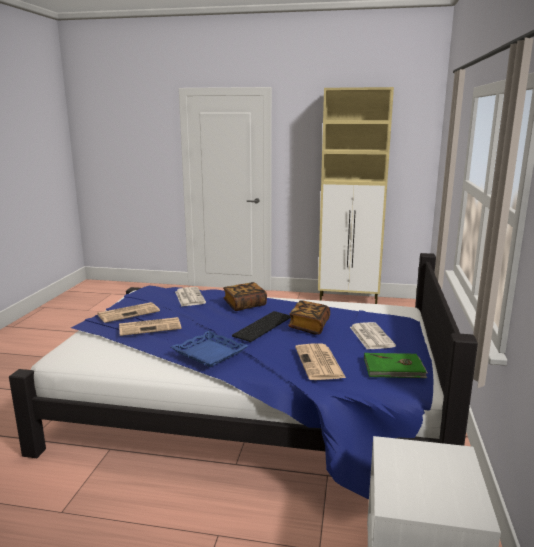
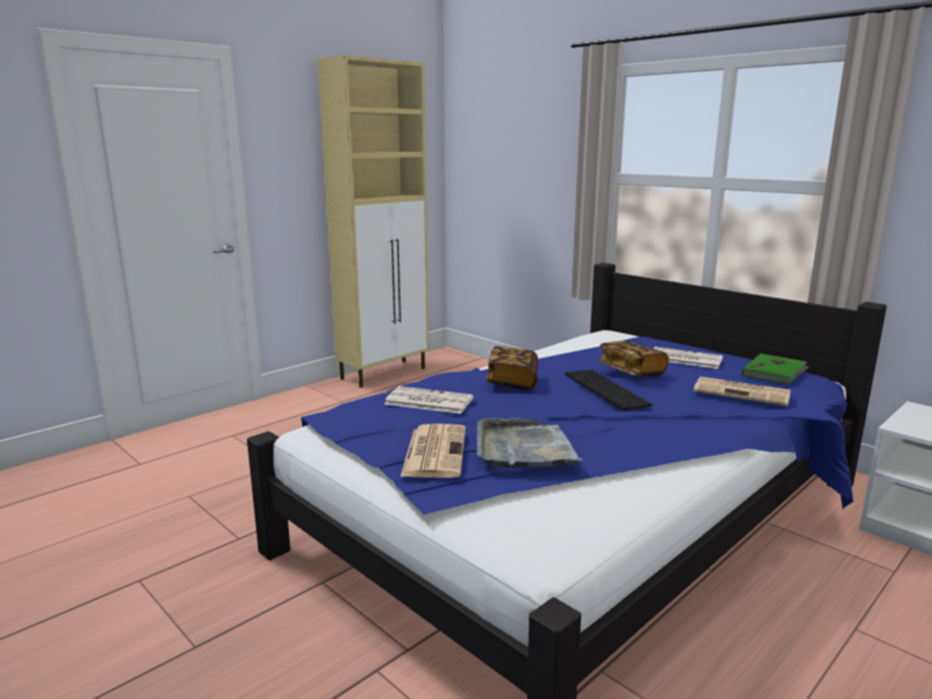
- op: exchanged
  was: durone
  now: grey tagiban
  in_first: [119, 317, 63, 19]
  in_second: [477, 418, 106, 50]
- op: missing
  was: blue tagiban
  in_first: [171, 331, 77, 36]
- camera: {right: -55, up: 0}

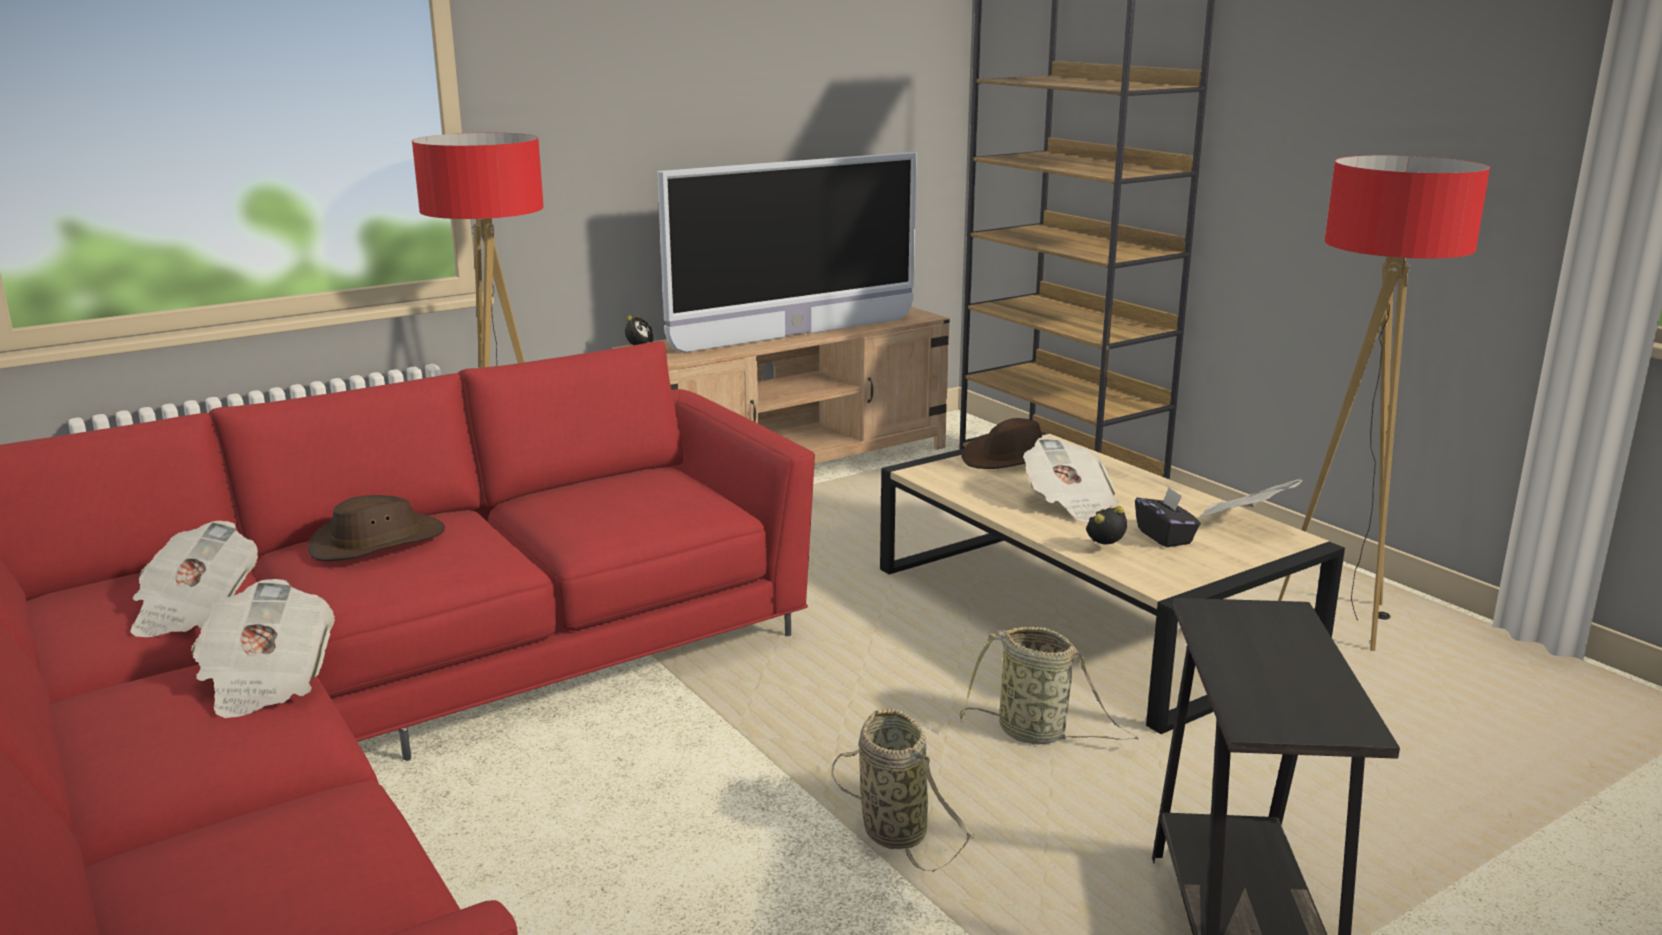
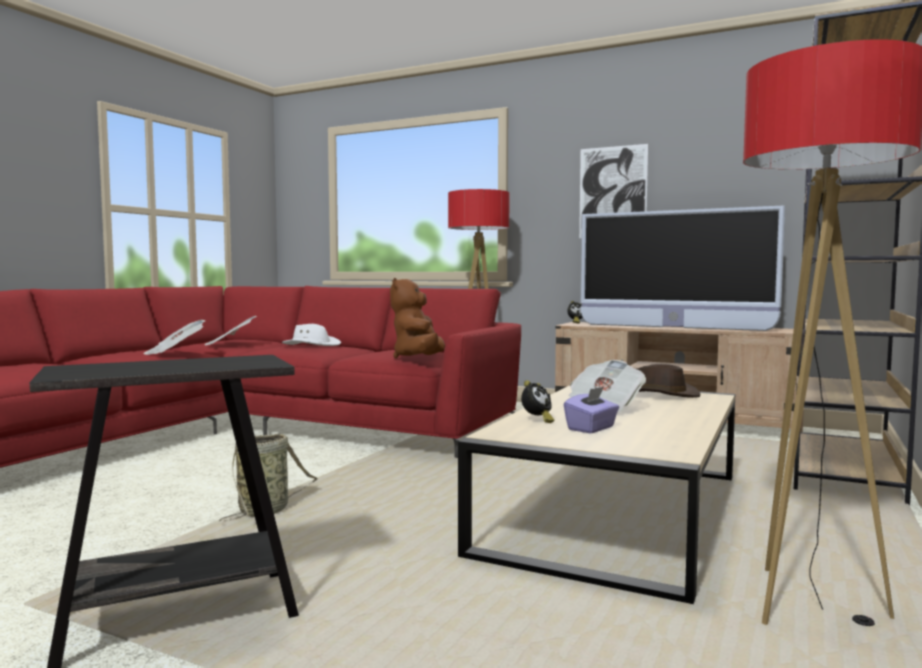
- op: missing
  was: durone
  in_first: [1197, 478, 105, 40]
- op: colour
  was: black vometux
  now: purple vometux
  in_first: [1135, 487, 65, 60]
  in_second: [564, 386, 55, 48]
- op: colour
  was: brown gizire
  now: white gizire
  in_first: [308, 495, 137, 66]
  in_second: [282, 324, 59, 22]
- op: spun
  was: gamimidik
  in_first: [1086, 506, 41, 39]
  in_second: [521, 380, 33, 43]
  clockwise: 90
- op: missing
  was: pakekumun
  in_first: [960, 627, 179, 117]
- op: appeared
  now: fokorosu
  in_second: [579, 144, 69, 94]
- op: appeared
  now: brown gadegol
  in_second: [390, 278, 55, 80]
- camera: {right: 60, up: -15}

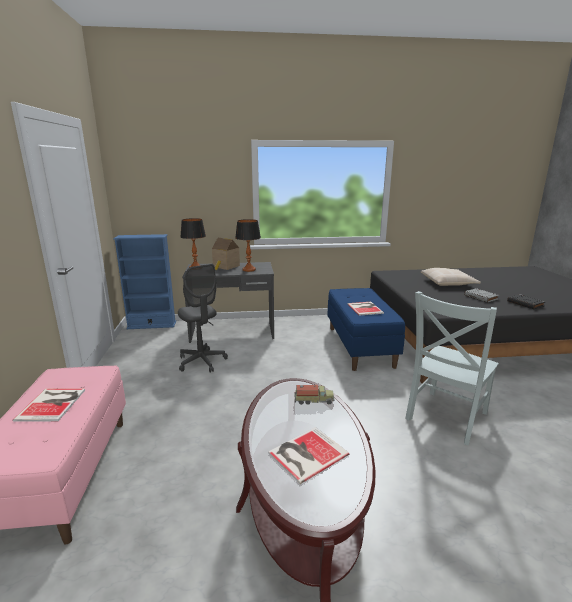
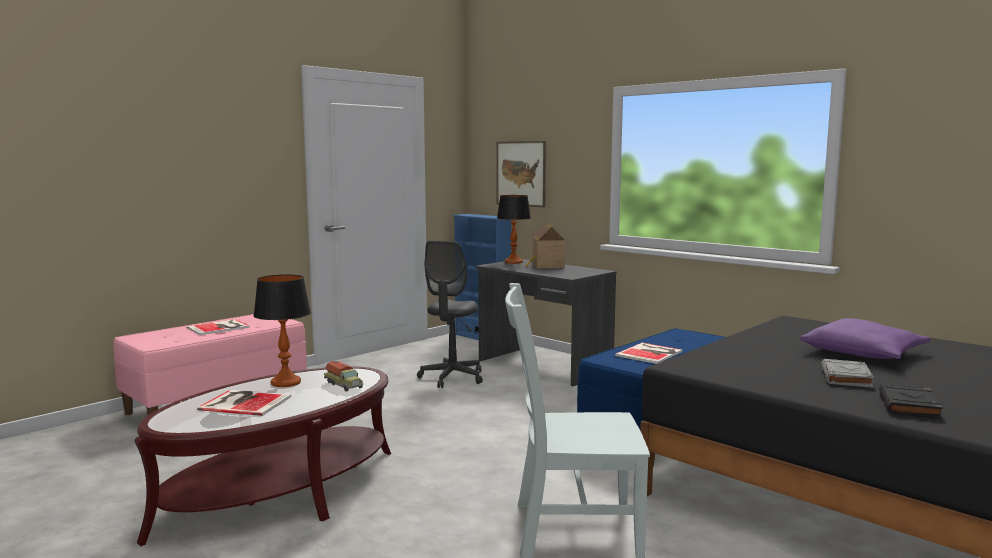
- op: relocated
  was: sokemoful
  in_first: [235, 219, 26, 53]
  in_second: [254, 274, 57, 113]
- op: colour
  was: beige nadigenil
  now: purple nadigenil
  in_first: [421, 268, 60, 18]
  in_second: [800, 318, 130, 41]
- op: appeared
  now: fokorosu
  in_second: [497, 141, 49, 66]
- camera: {right: 50, up: -10}

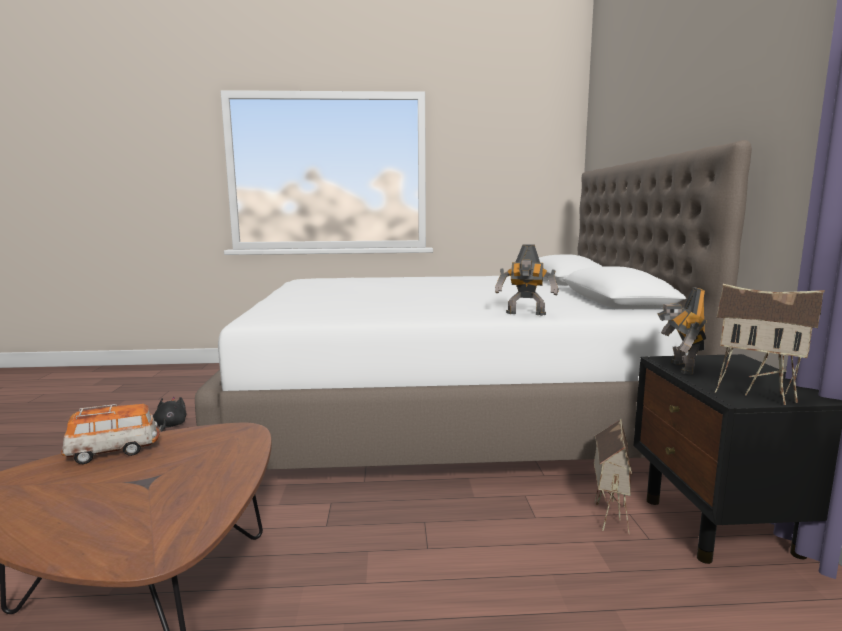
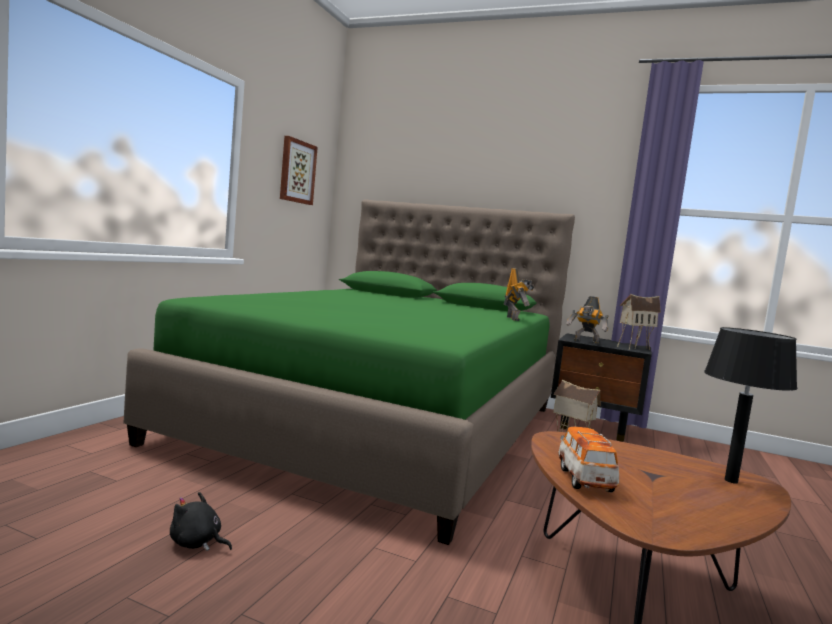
- op: colour
  was: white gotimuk
  now: green gotimuk
  in_first: [195, 140, 557, 330]
  in_second: [123, 199, 452, 346]
- op: spun
  was: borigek
  in_first: [495, 244, 64, 72]
  in_second: [504, 268, 30, 53]
  clockwise: -45
- op: appeared
  now: fokorosu
  in_second: [280, 136, 38, 69]
- op: appeared
  now: black sokemoful
  in_second: [704, 327, 94, 157]
- camera: {right: -65, up: -5}

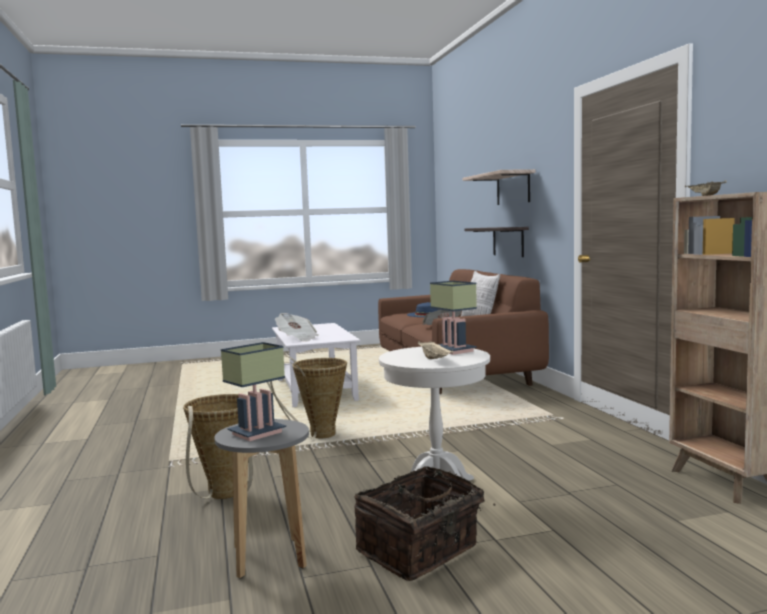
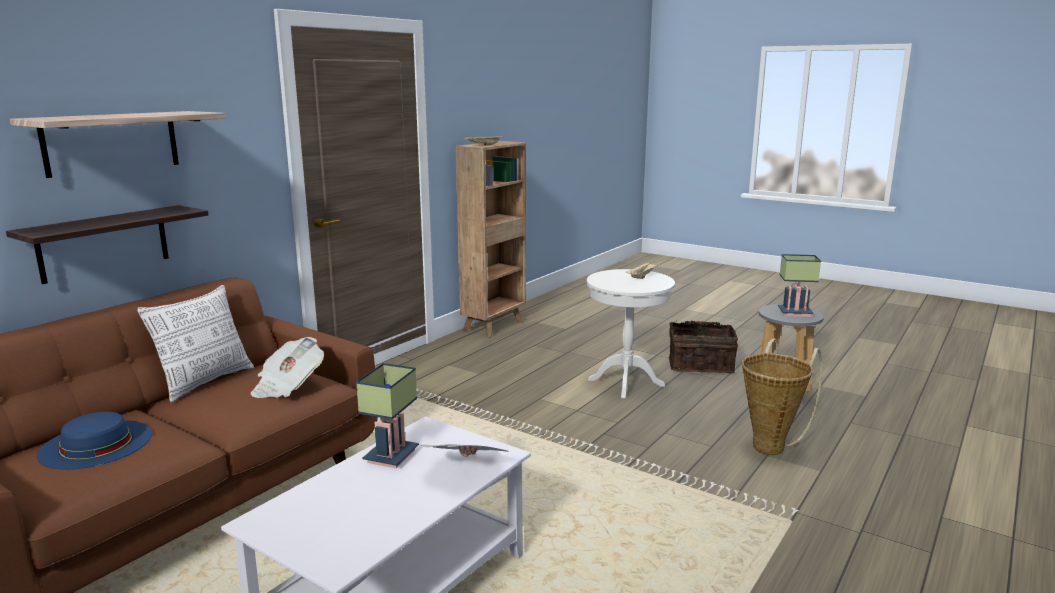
- op: relocated
  was: sokemoful
  in_first: [430, 281, 47, 74]
  in_second: [356, 363, 63, 105]
- op: missing
  was: pakekumun
  in_first: [267, 355, 80, 84]
- camera: {right: -130, up: 10}

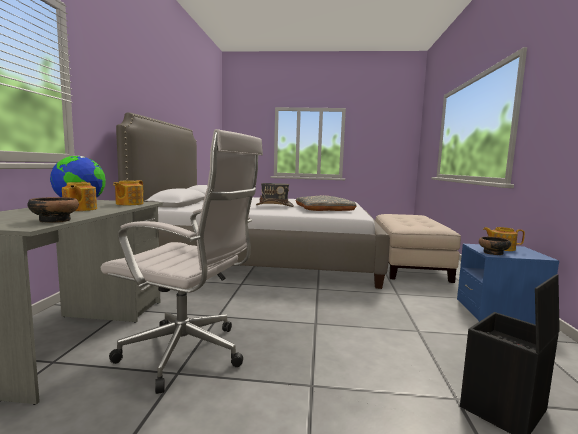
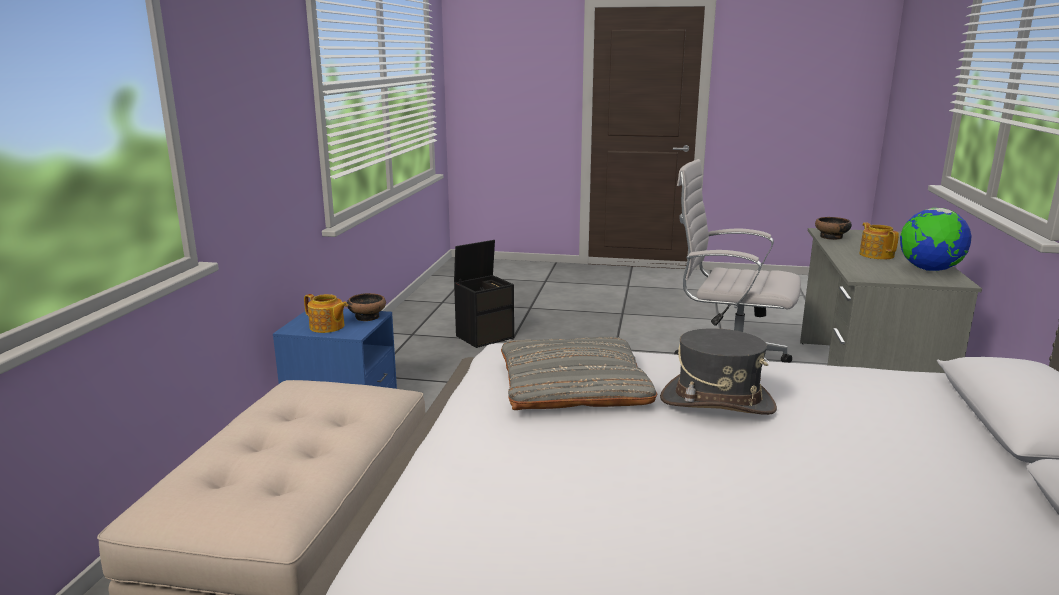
- op: missing
  was: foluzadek
  in_first: [113, 180, 31, 25]
- camera: {right: -175, up: 10}

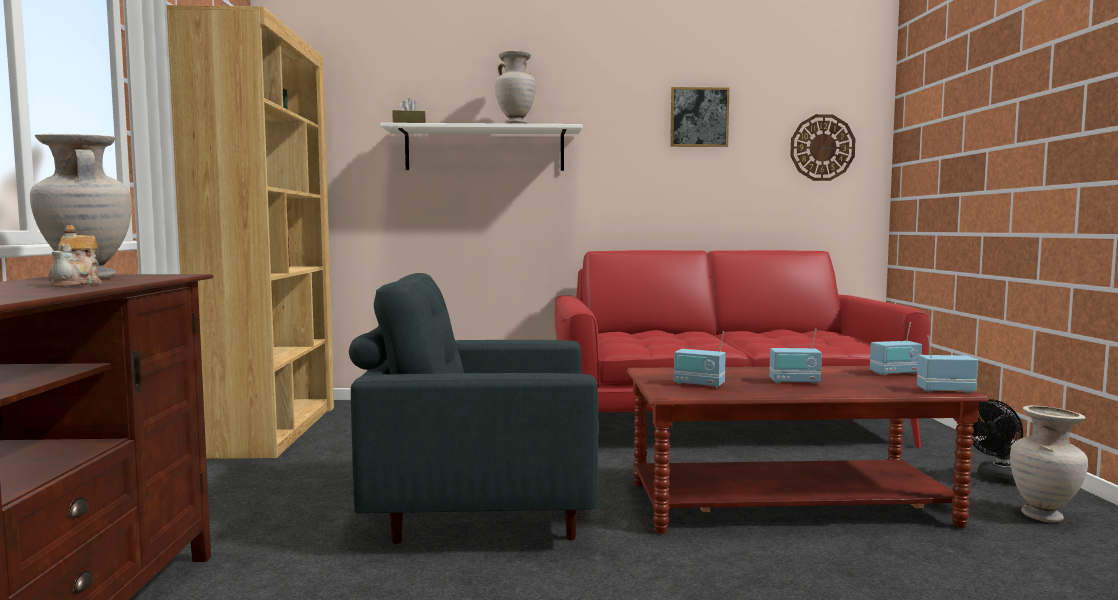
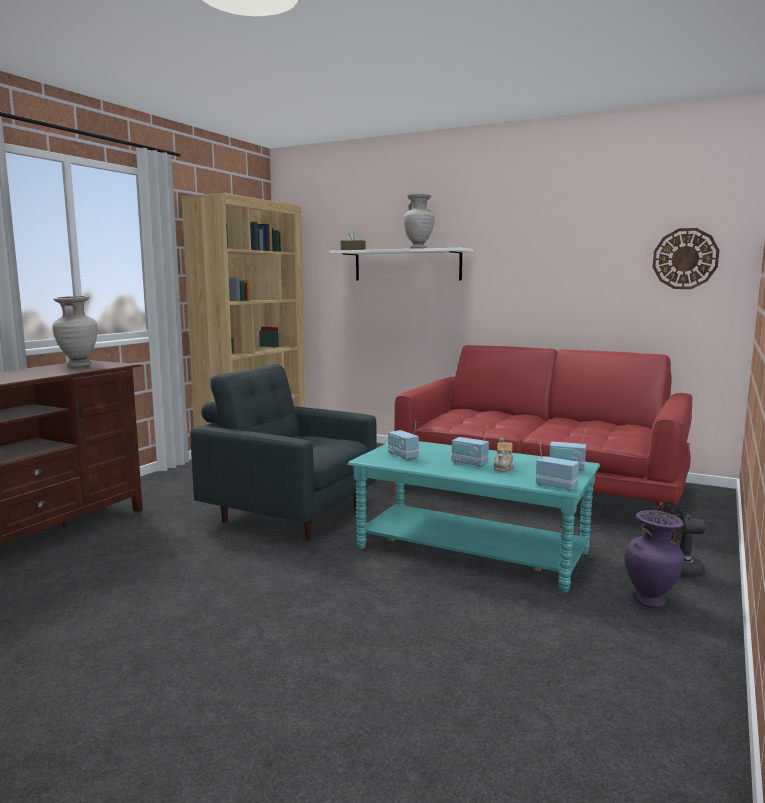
- op: missing
  was: fokorosu
  in_first: [670, 87, 60, 60]
- op: relocated
  was: foluzadek
  in_first: [48, 225, 54, 62]
  in_second: [494, 437, 20, 35]
- op: colour
  was: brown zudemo
  now: turquoise zudemo
  in_first: [627, 366, 361, 168]
  in_second: [348, 441, 252, 151]
- op: colour
  was: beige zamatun
  now: purple zamatun
  in_first: [1010, 405, 78, 117]
  in_second: [625, 510, 59, 98]
- camera: {right: 30, up: 5}

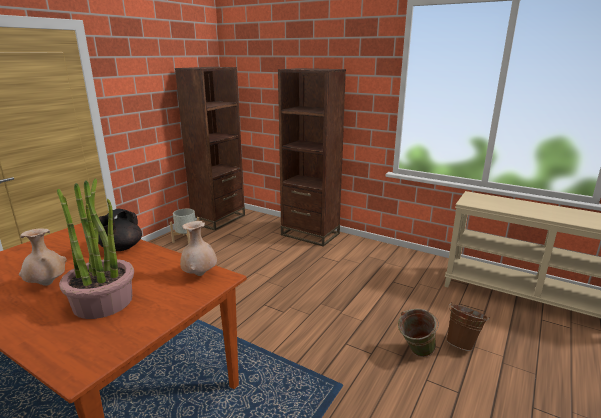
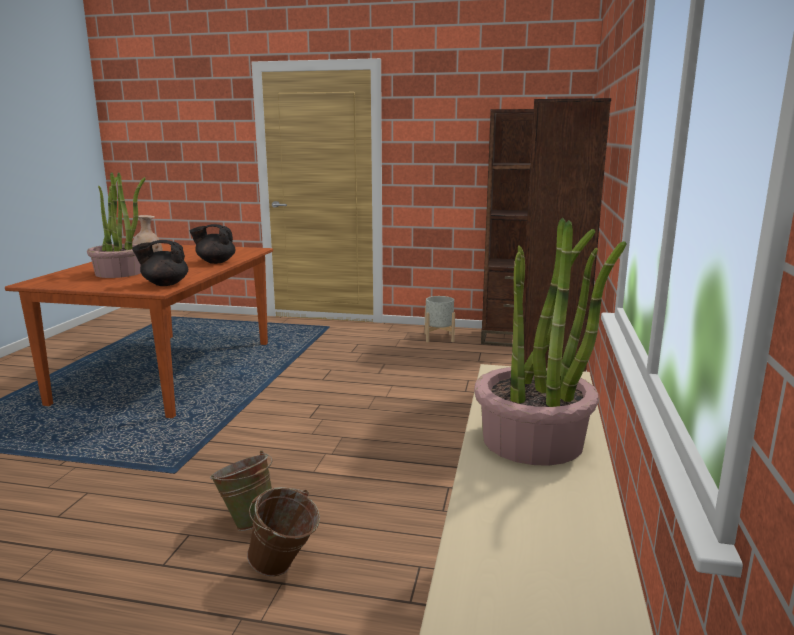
- op: exchanged
  was: beige zamatun
  now: black foluzadek
  in_first: [180, 221, 37, 55]
  in_second: [132, 240, 56, 46]
- op: appeared
  now: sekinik
  in_second: [474, 218, 153, 248]
- camera: {right: 70, up: -5}

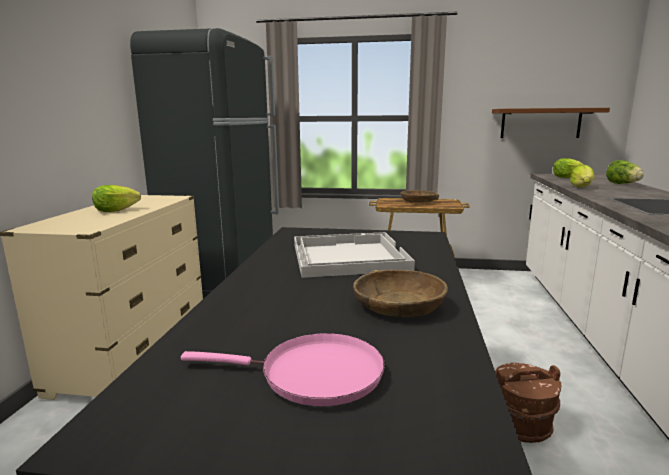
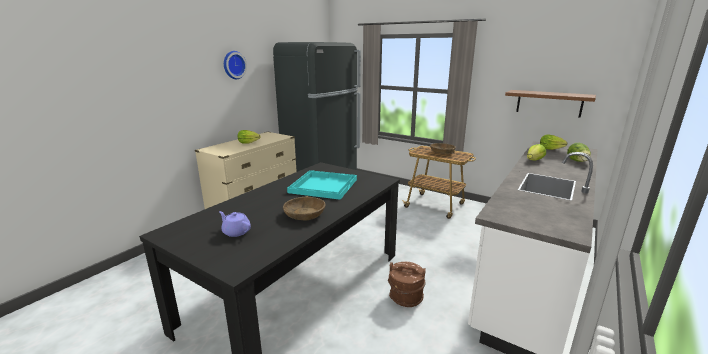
- op: colour
  was: white tagiban
  now: turquoise tagiban
  in_first: [294, 232, 121, 46]
  in_second: [287, 170, 70, 30]
- op: exchanged
  was: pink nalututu
  now: purple foluzadek
  in_first: [181, 333, 204, 73]
  in_second: [219, 211, 32, 26]
- op: appeared
  now: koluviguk
  in_second: [224, 51, 23, 28]
- camera: {right: 25, up: 5}

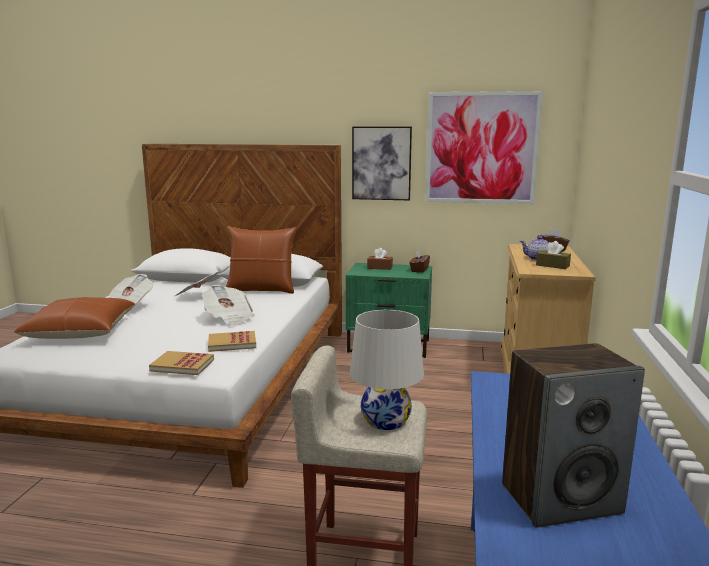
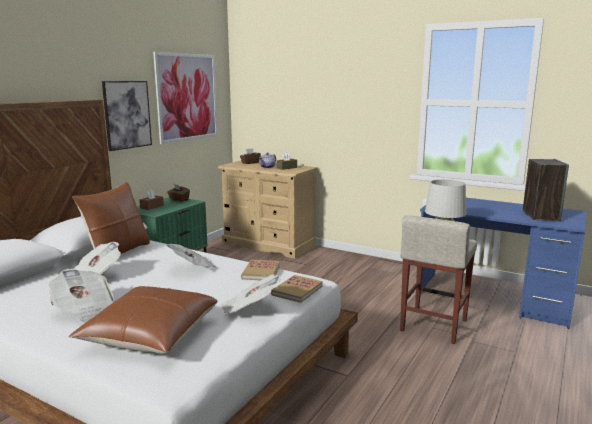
- op: appeared
  now: durone
  in_second: [222, 274, 59, 42]
- camera: {right: -70, up: 0}

